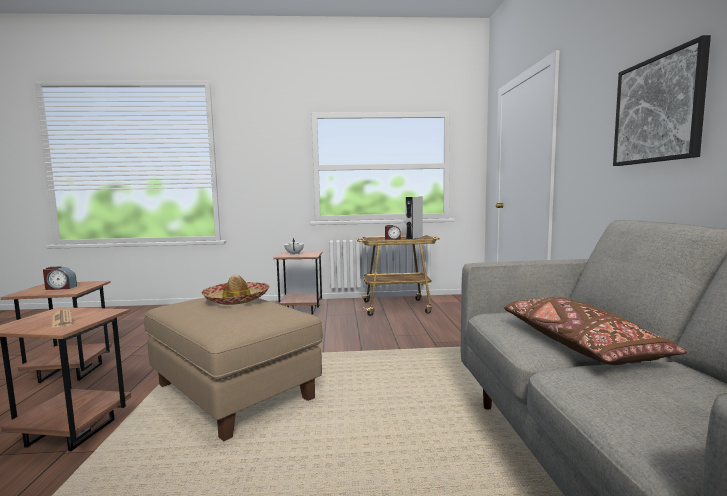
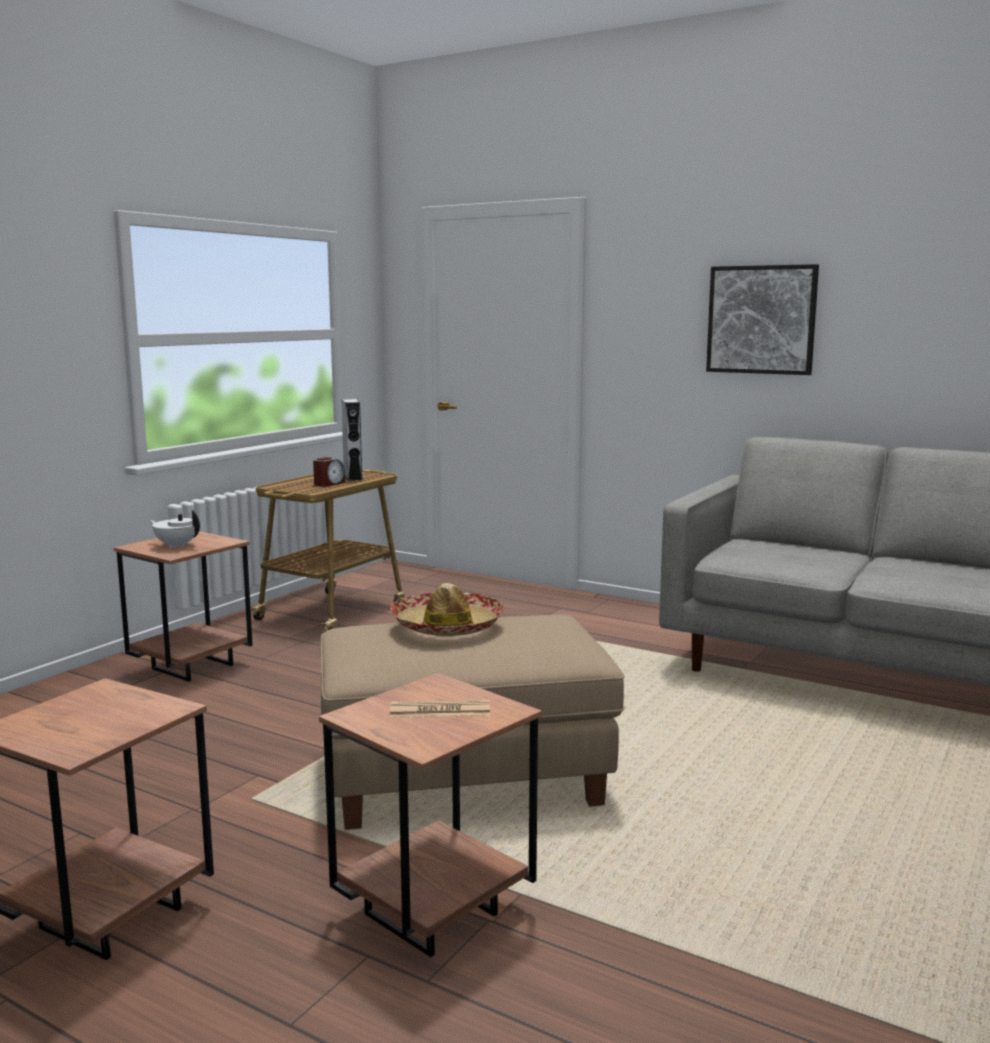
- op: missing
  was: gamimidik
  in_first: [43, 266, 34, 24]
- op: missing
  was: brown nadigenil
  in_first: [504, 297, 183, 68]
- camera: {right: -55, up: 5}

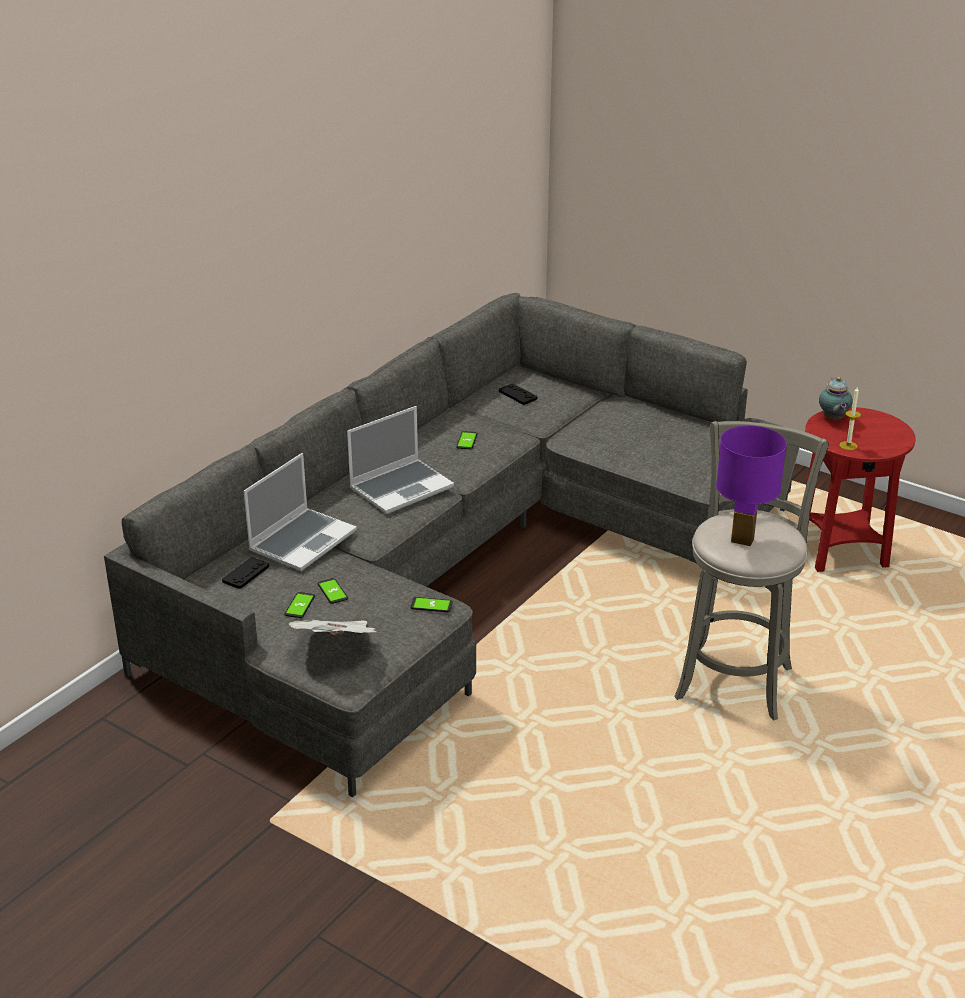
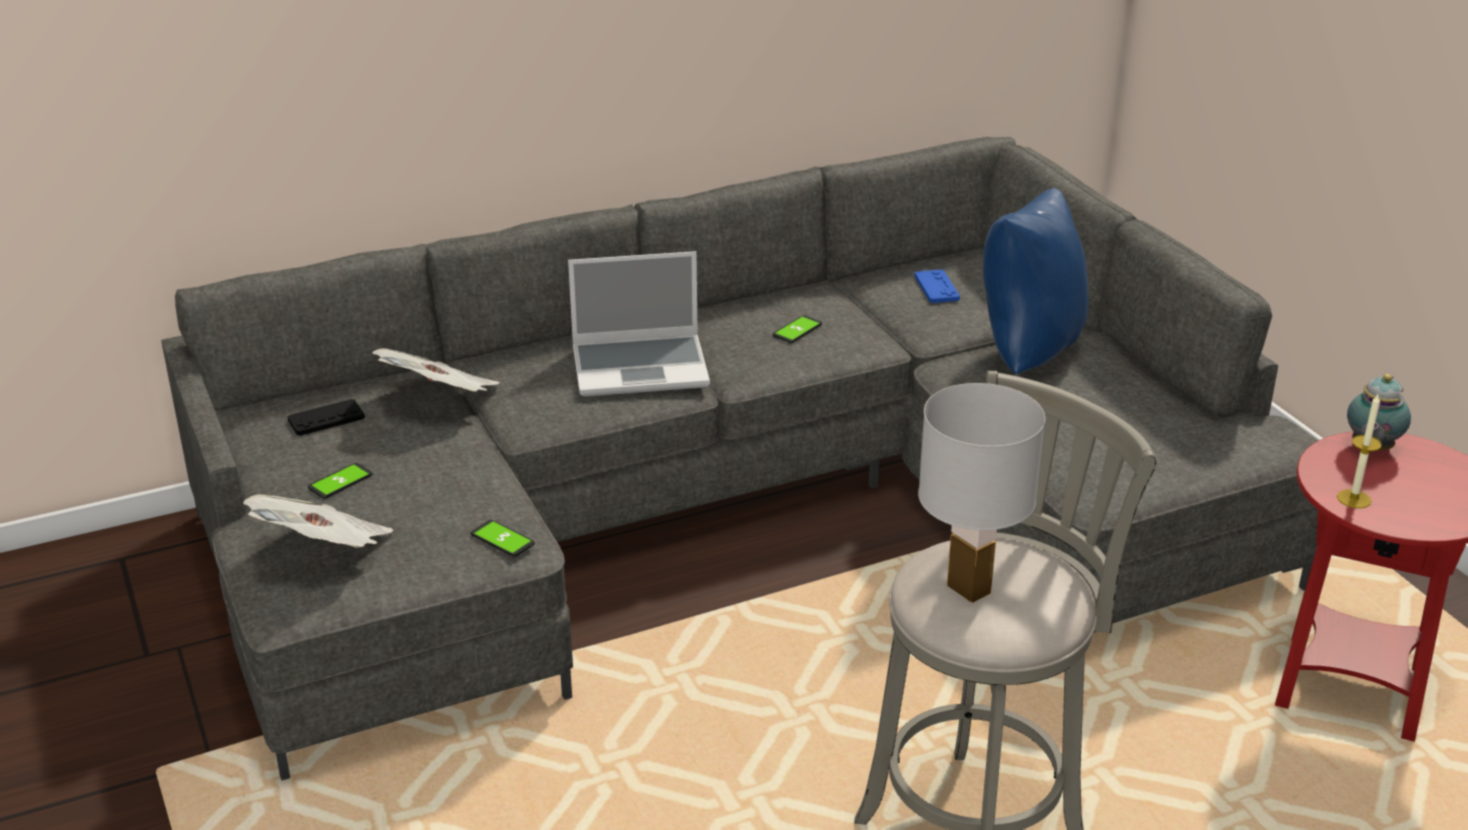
- op: colour
  was: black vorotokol
  now: blue vorotokol
  in_first: [499, 384, 38, 21]
  in_second: [914, 269, 46, 34]
- op: colour
  was: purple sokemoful
  now: white sokemoful
  in_first: [716, 425, 71, 121]
  in_second: [918, 383, 127, 220]
- op: exchanged
  was: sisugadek
  now: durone
  in_first: [244, 453, 113, 118]
  in_second: [372, 348, 127, 44]
- op: missing
  was: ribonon
  in_first: [317, 578, 31, 26]
- op: appeared
  now: blue nadigenil
  in_second: [983, 188, 106, 186]
- camera: {right: 30, up: 0}

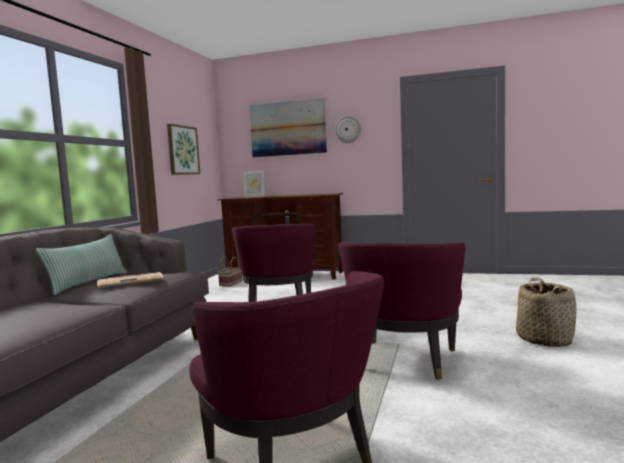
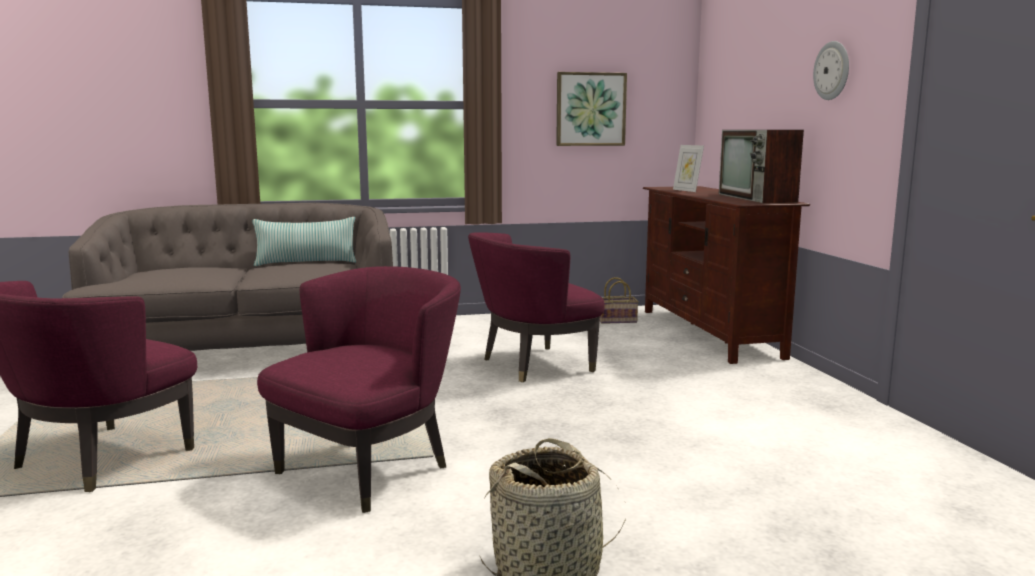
- op: missing
  was: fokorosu
  in_first: [249, 98, 78, 59]
- op: spun
  was: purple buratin
  in_first: [339, 242, 126, 138]
  in_second: [257, 266, 204, 247]
  clockwise: 135
- op: missing
  was: durone
  in_first: [97, 272, 67, 16]
- op: appeared
  now: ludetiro
  in_second: [719, 130, 85, 73]
- camera: {right: 60, up: 5}

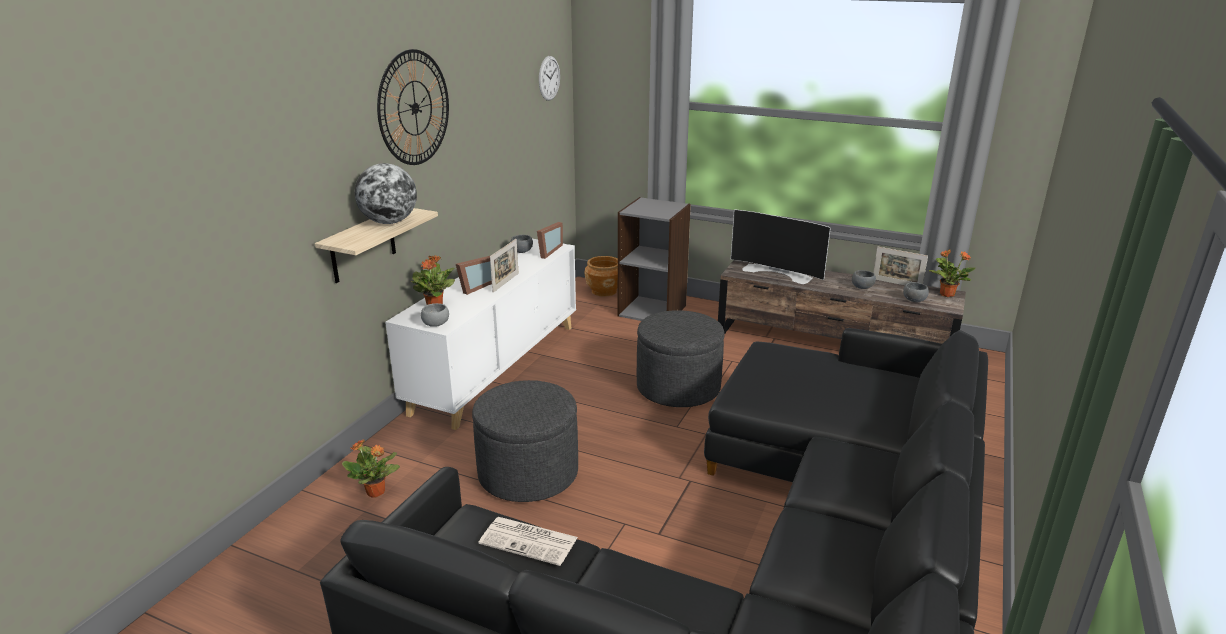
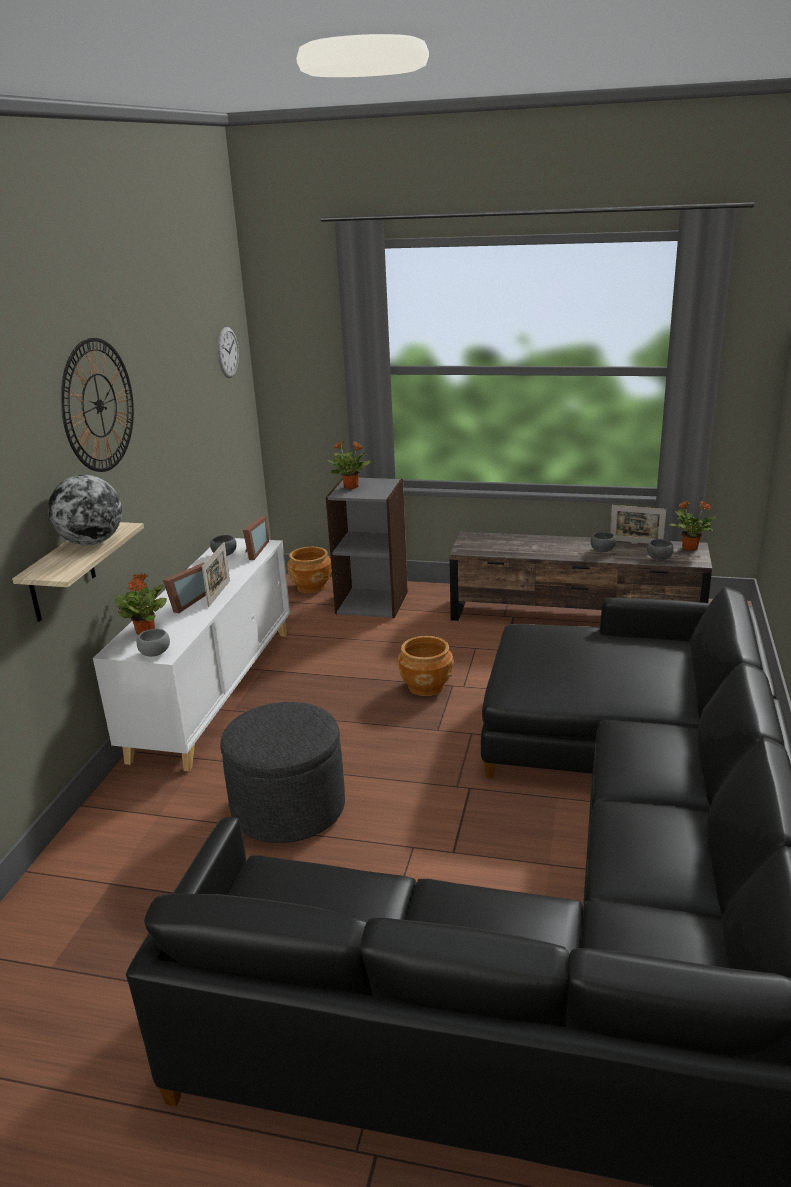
- op: missing
  was: ludetiro
  in_first: [731, 209, 100, 75]
- op: exchanged
  was: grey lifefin
  now: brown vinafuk
  in_first: [637, 310, 87, 97]
  in_second: [397, 636, 57, 60]
- op: relocated
  was: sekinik
  in_first: [342, 439, 58, 59]
  in_second: [328, 440, 43, 49]
- op: missing
  was: durone
  in_first: [479, 517, 99, 49]
- camera: {right: -10, up: 0}

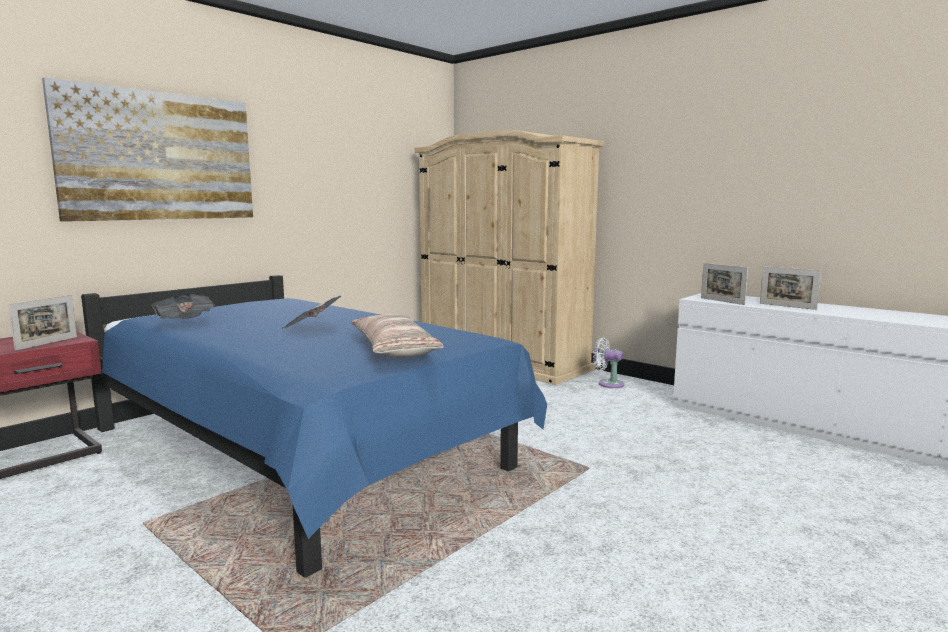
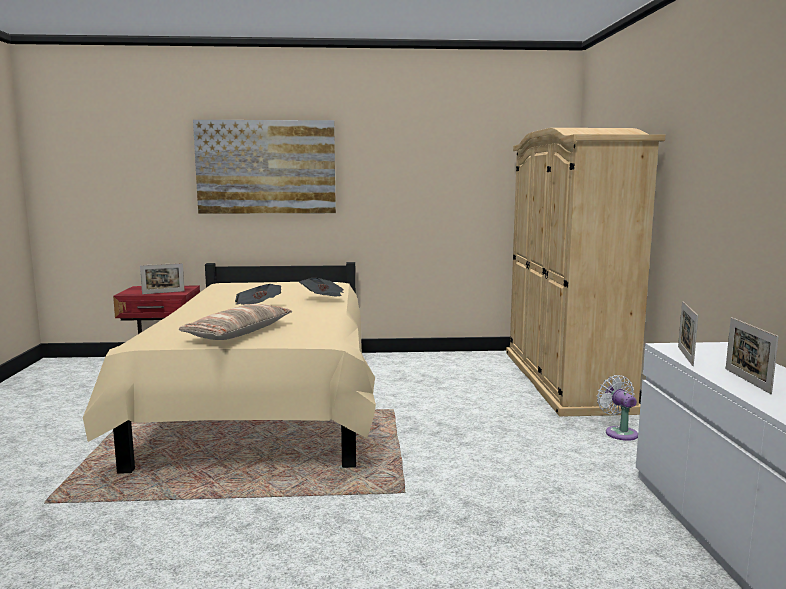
- op: colour
  was: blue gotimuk
  now: beige gotimuk
  in_first: [81, 275, 466, 303]
  in_second: [83, 262, 293, 212]
- op: relocated
  was: durone
  in_first: [151, 294, 64, 25]
  in_second: [299, 278, 45, 18]
- camera: {right: 45, up: 0}

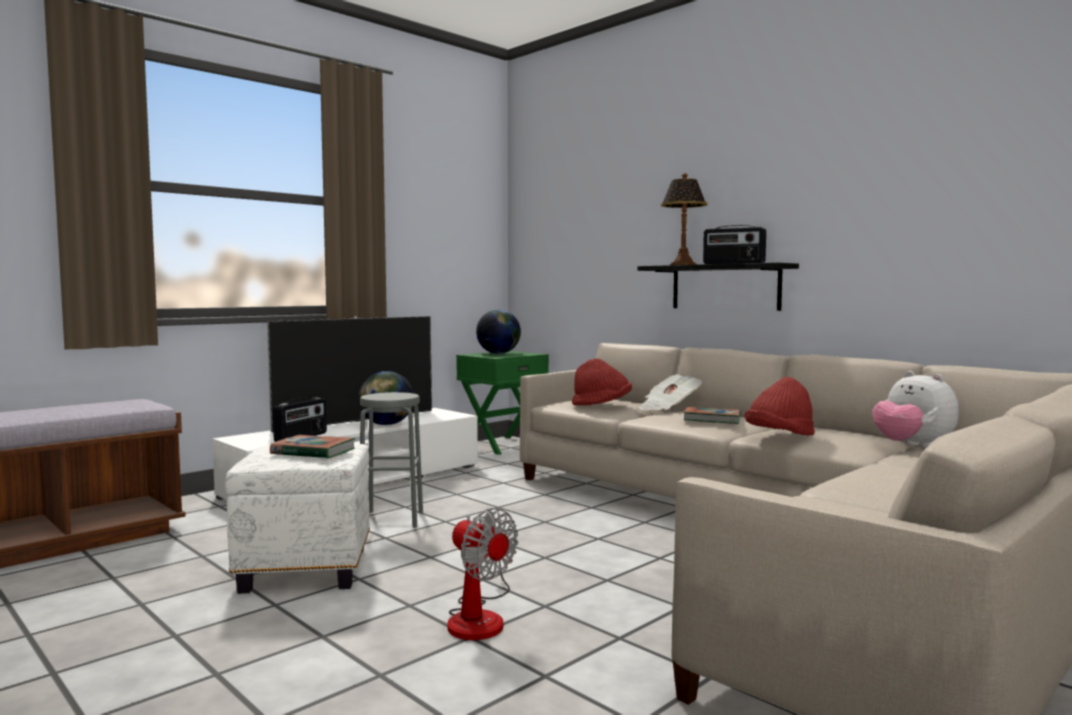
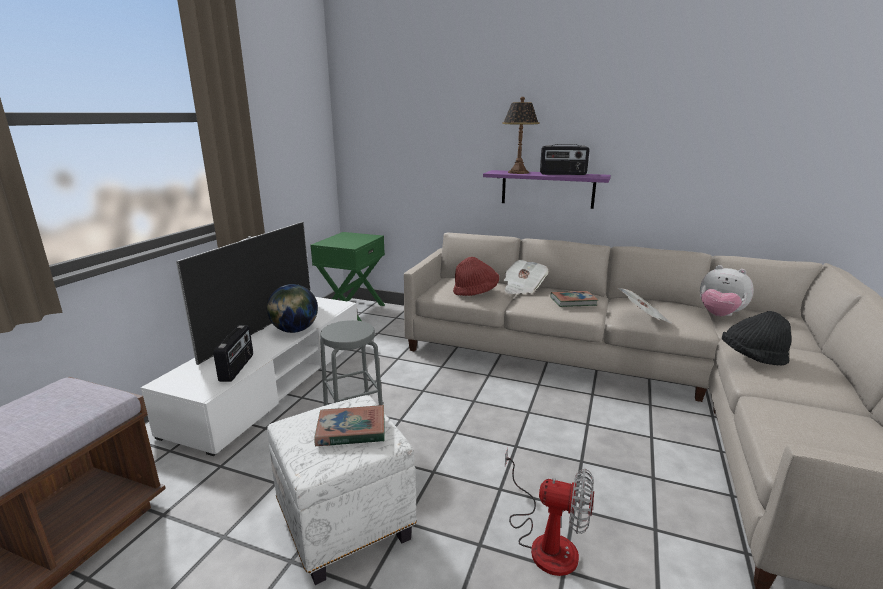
- op: colour
  was: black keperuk
  now: purple keperuk
  in_first: [638, 262, 161, 49]
  in_second: [483, 170, 128, 39]
- op: missing
  was: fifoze
  in_first: [476, 310, 45, 44]
- op: exchanged
  was: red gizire
  now: durone
  in_first: [744, 377, 71, 59]
  in_second: [618, 288, 55, 36]
- op: appeared
  now: black gizire
  in_second: [722, 311, 70, 55]
- camera: {right: -25, up: 15}

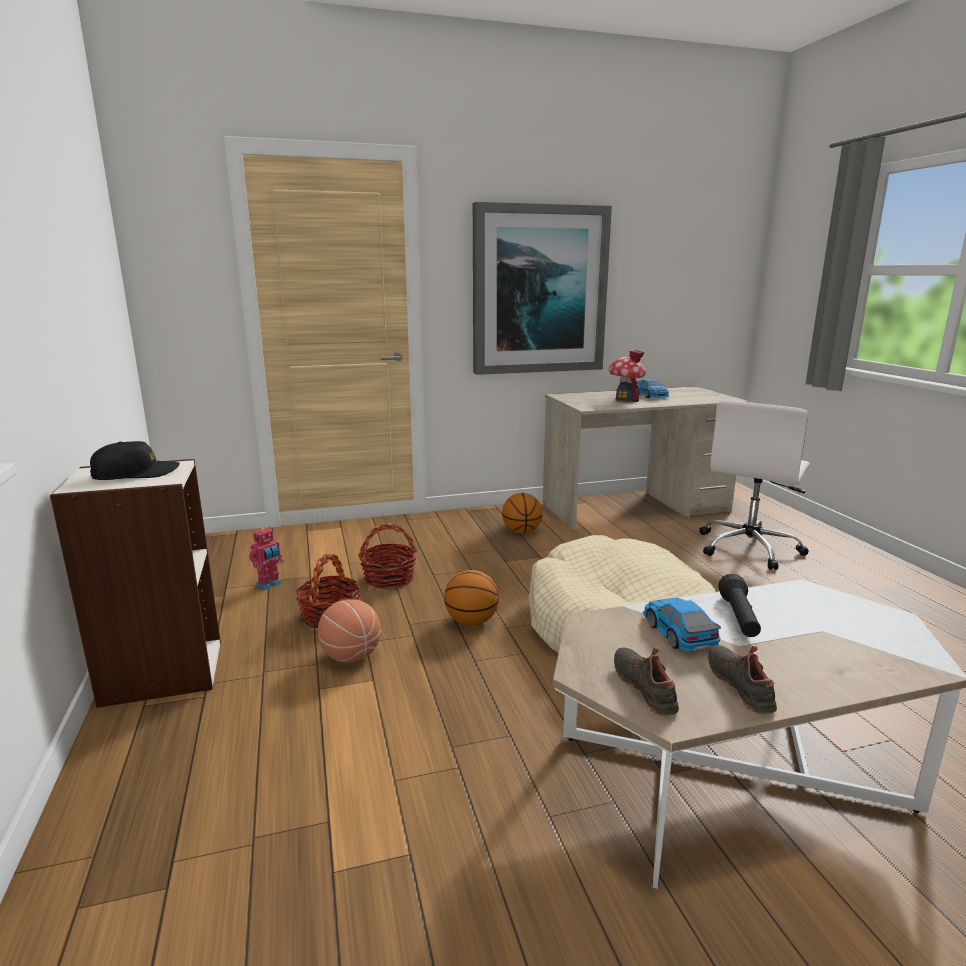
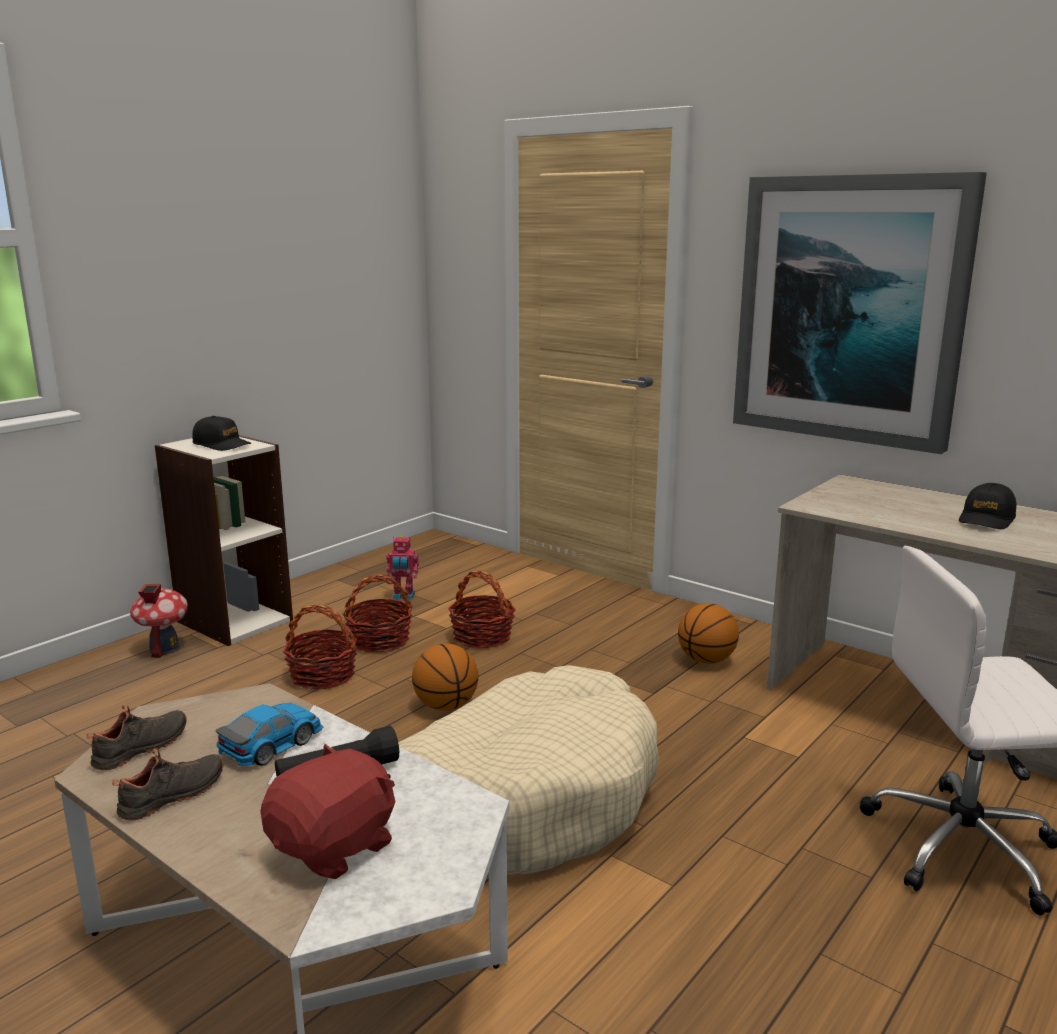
- op: relocated
  was: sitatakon
  in_first: [609, 350, 37, 52]
  in_second: [130, 583, 58, 75]
- op: exchanged
  was: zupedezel
  now: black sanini
  in_first: [636, 379, 33, 19]
  in_second: [959, 483, 57, 46]
- op: exchanged
  was: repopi
  now: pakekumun
  in_first: [318, 599, 63, 64]
  in_second: [283, 604, 75, 86]
- op: appeared
  now: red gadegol
  in_second: [261, 744, 134, 136]
- camera: {right: 55, up: 0}

